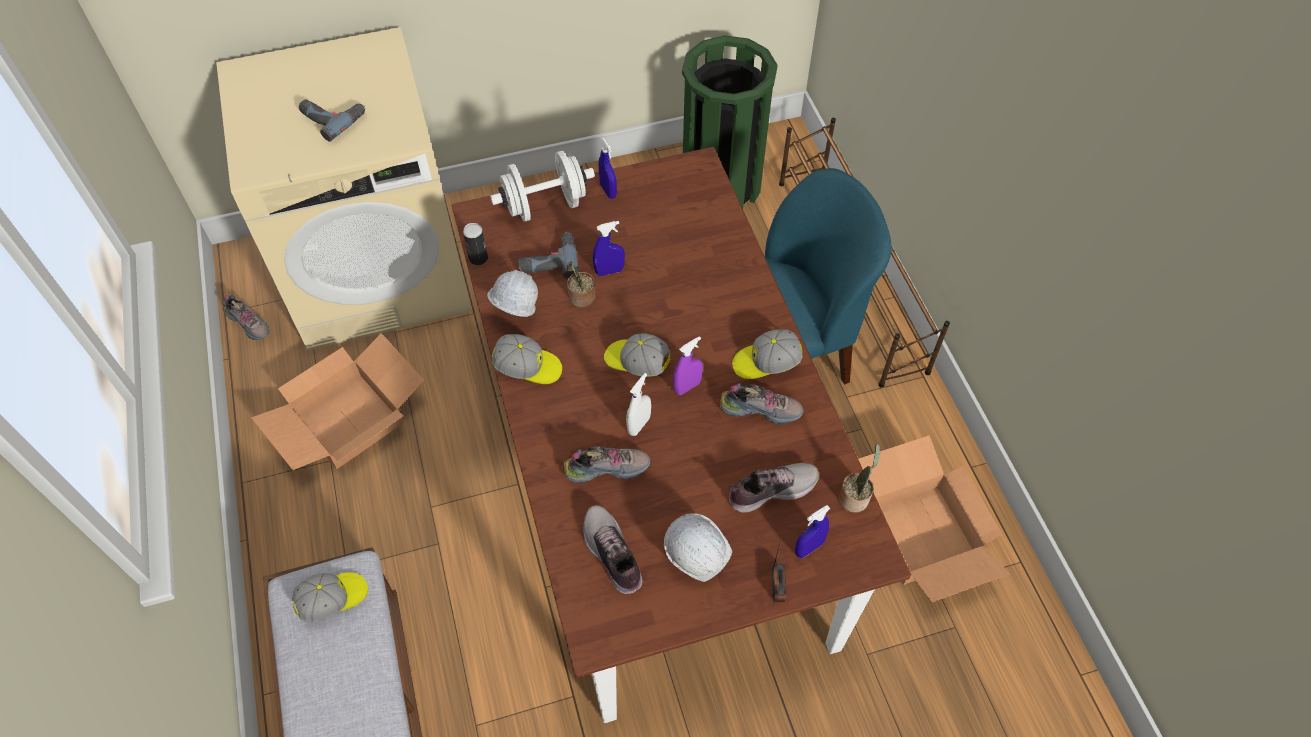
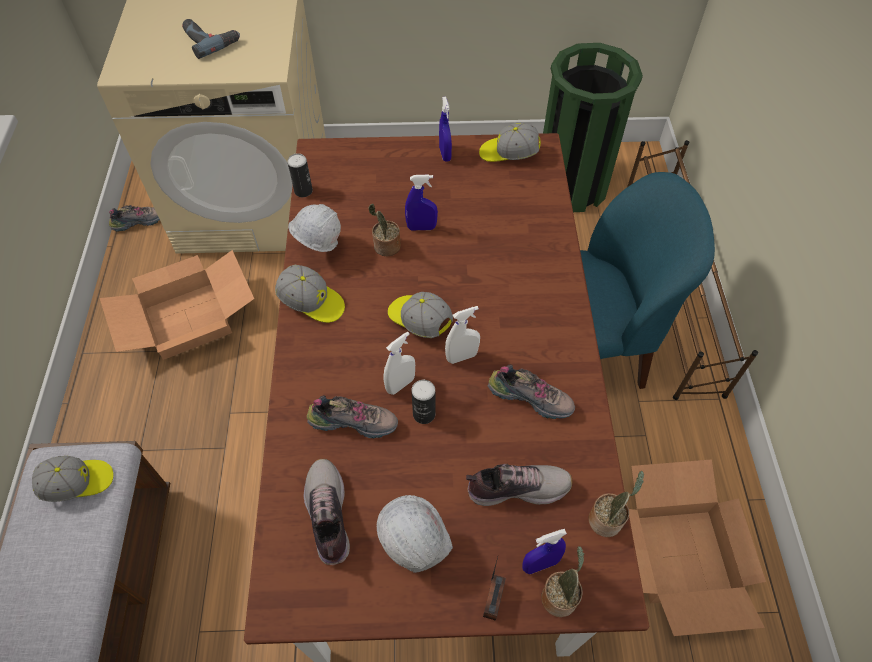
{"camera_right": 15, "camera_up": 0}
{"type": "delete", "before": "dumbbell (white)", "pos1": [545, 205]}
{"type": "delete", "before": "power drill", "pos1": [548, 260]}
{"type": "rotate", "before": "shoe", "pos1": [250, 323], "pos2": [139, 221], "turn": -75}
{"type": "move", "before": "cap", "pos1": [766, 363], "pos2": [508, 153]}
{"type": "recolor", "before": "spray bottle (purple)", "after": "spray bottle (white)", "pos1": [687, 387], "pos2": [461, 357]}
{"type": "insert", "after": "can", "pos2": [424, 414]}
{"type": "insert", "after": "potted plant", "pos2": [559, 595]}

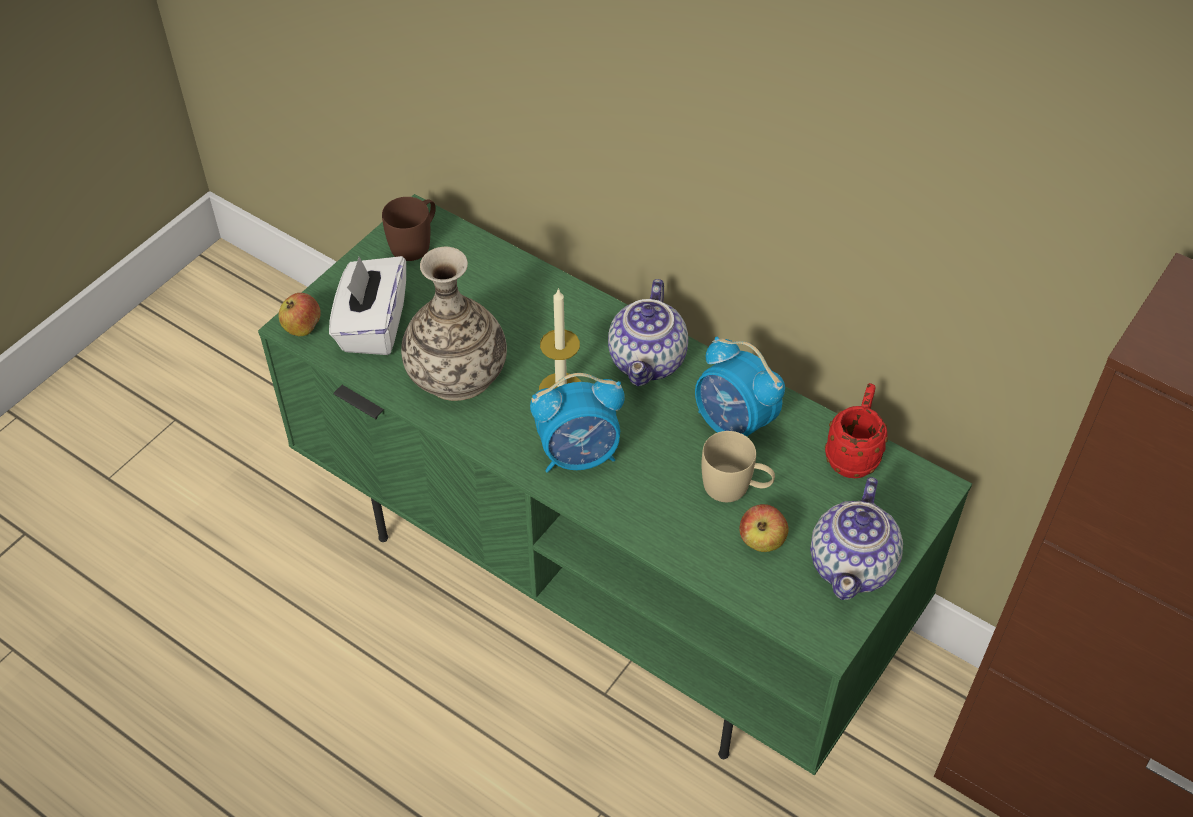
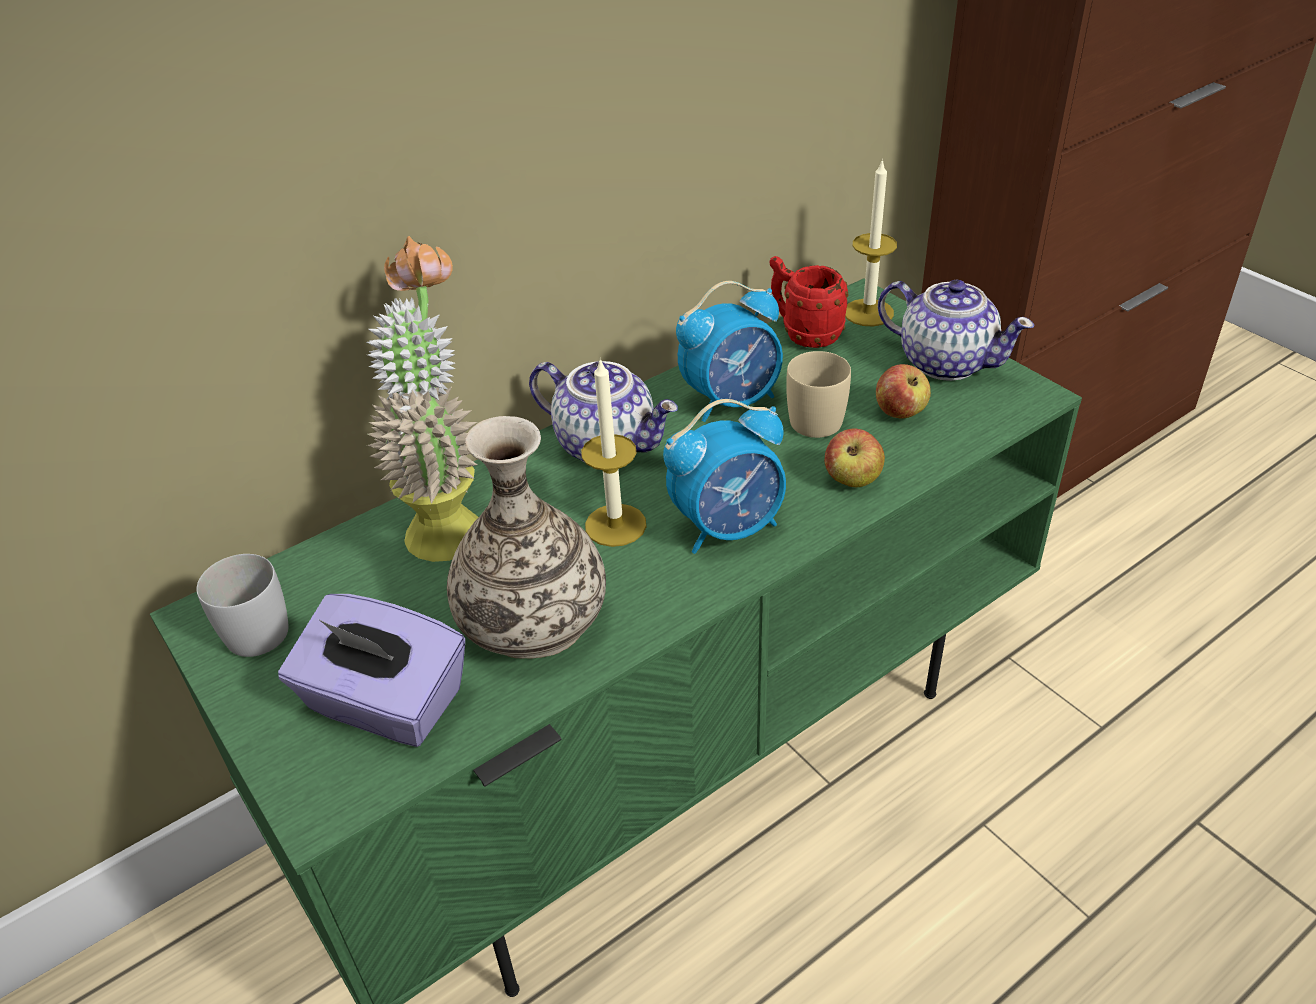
{"camera_right": -70, "camera_up": -10}
{"type": "recolor", "before": "mug (brown)", "after": "mug (white)", "pos1": [416, 242], "pos2": [252, 626]}
{"type": "recolor", "before": "tissue box (white)", "after": "tissue box (purple)", "pos1": [372, 326], "pos2": [385, 704]}
{"type": "move", "before": "apple", "pos1": [302, 328], "pos2": [852, 480]}
{"type": "rotate", "before": "alarm clock", "pos1": [579, 455], "pos2": [728, 527], "turn": 60}
{"type": "insert", "after": "candle", "pos2": [868, 312]}
{"type": "insert", "after": "potted plant", "pos2": [449, 520]}

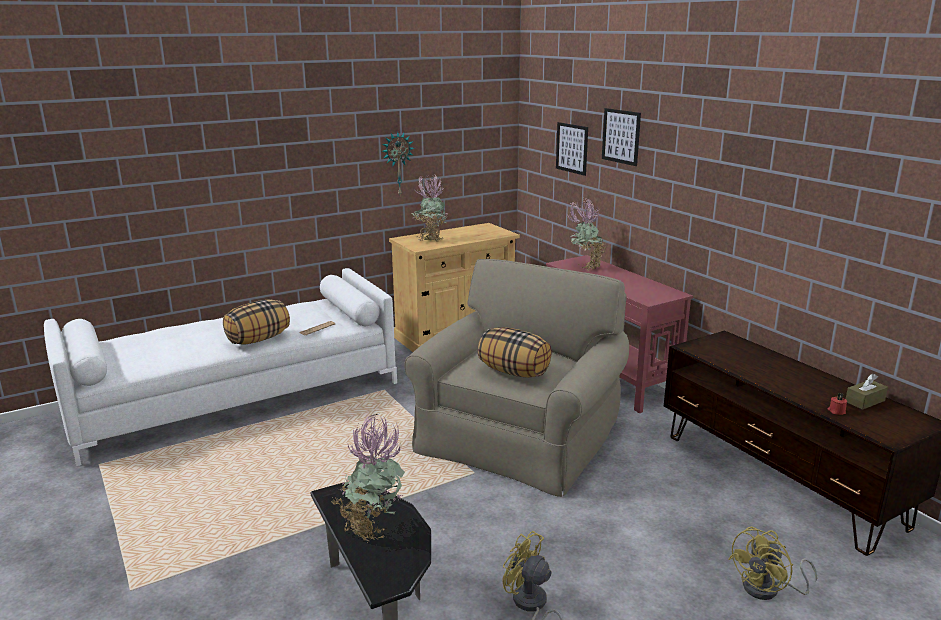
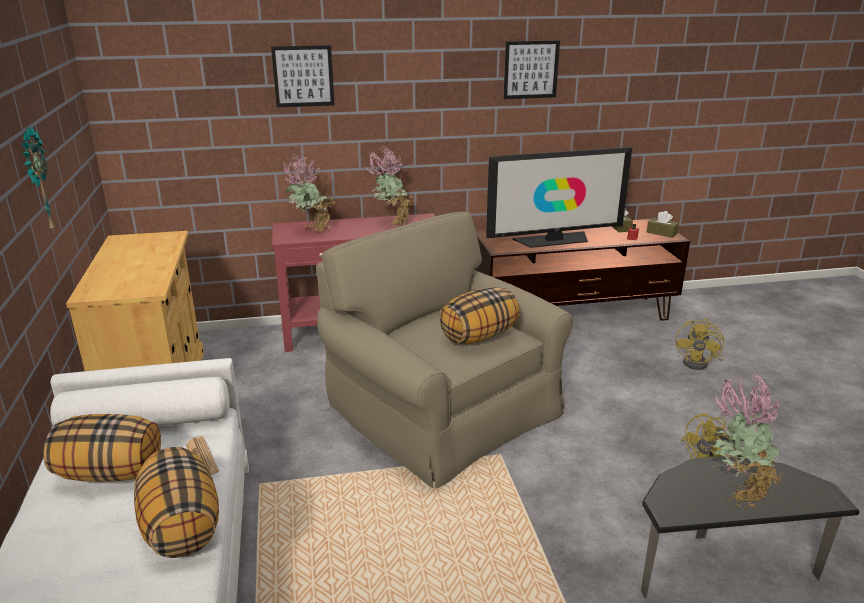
{"camera_right": -70, "camera_up": 5}
{"type": "move", "before": "picture", "pos1": [572, 148], "pos2": [531, 69]}
{"type": "move", "before": "potted plant", "pos1": [430, 239], "pos2": [391, 223]}
{"type": "rotate", "before": "fan (yellow)", "pos1": [768, 589], "pos2": [700, 363], "turn": 45}
{"type": "insert", "after": "television", "pos2": [554, 240]}
{"type": "insert", "after": "tissue box (brown)", "pos2": [661, 233]}
{"type": "insert", "after": "pillow", "pos2": [111, 472]}

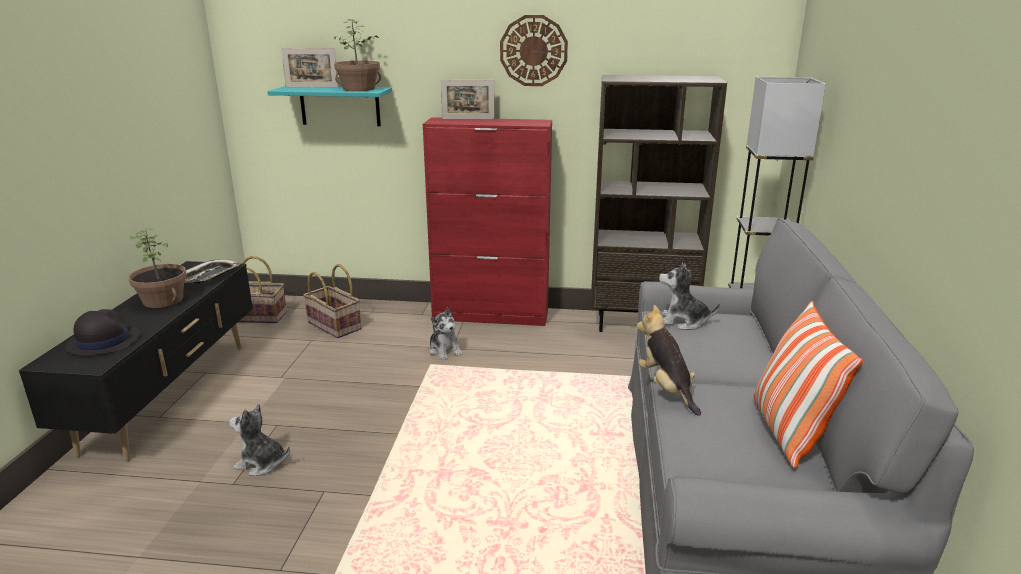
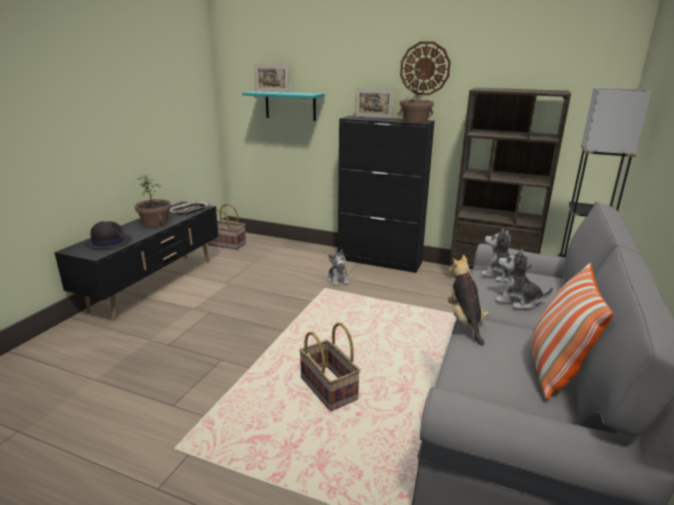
{"camera_right": 15, "camera_up": 0}
{"type": "move", "before": "potted plant", "pos1": [359, 89], "pos2": [415, 121]}
{"type": "recolor", "before": "cabinet (red)", "after": "cabinet (black)", "pos1": [491, 315], "pos2": [379, 261]}
{"type": "move", "before": "basket", "pos1": [335, 325], "pos2": [329, 388]}
{"type": "move", "before": "plush toy", "pos1": [261, 463], "pos2": [517, 301]}

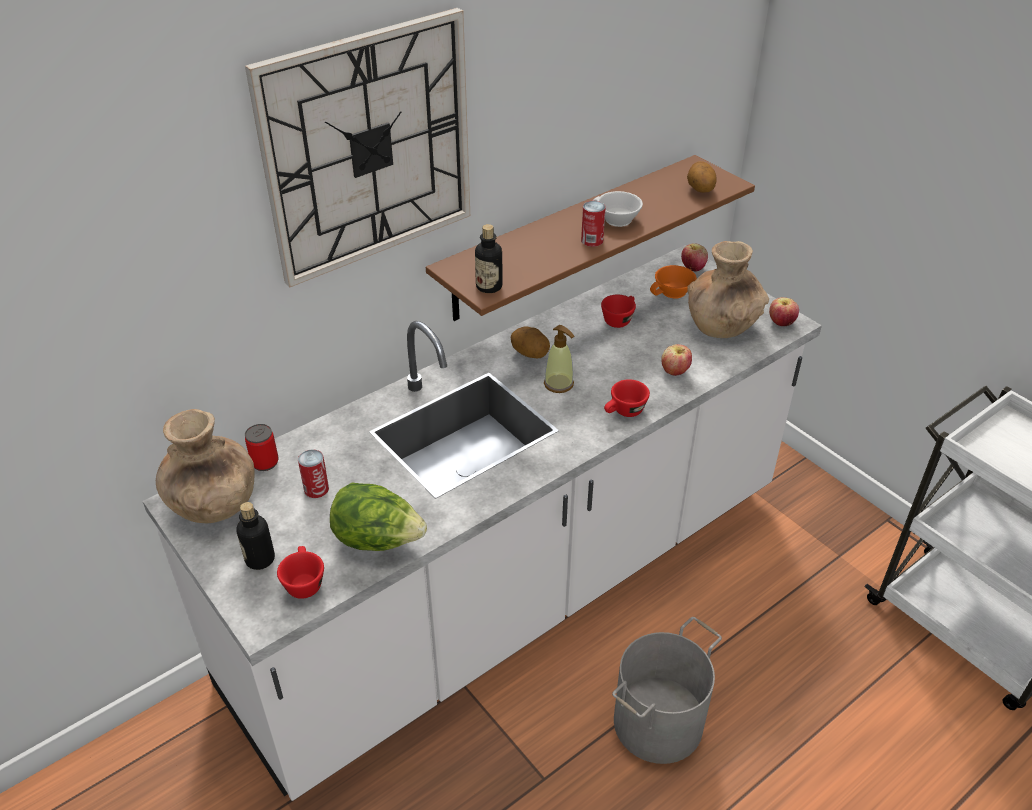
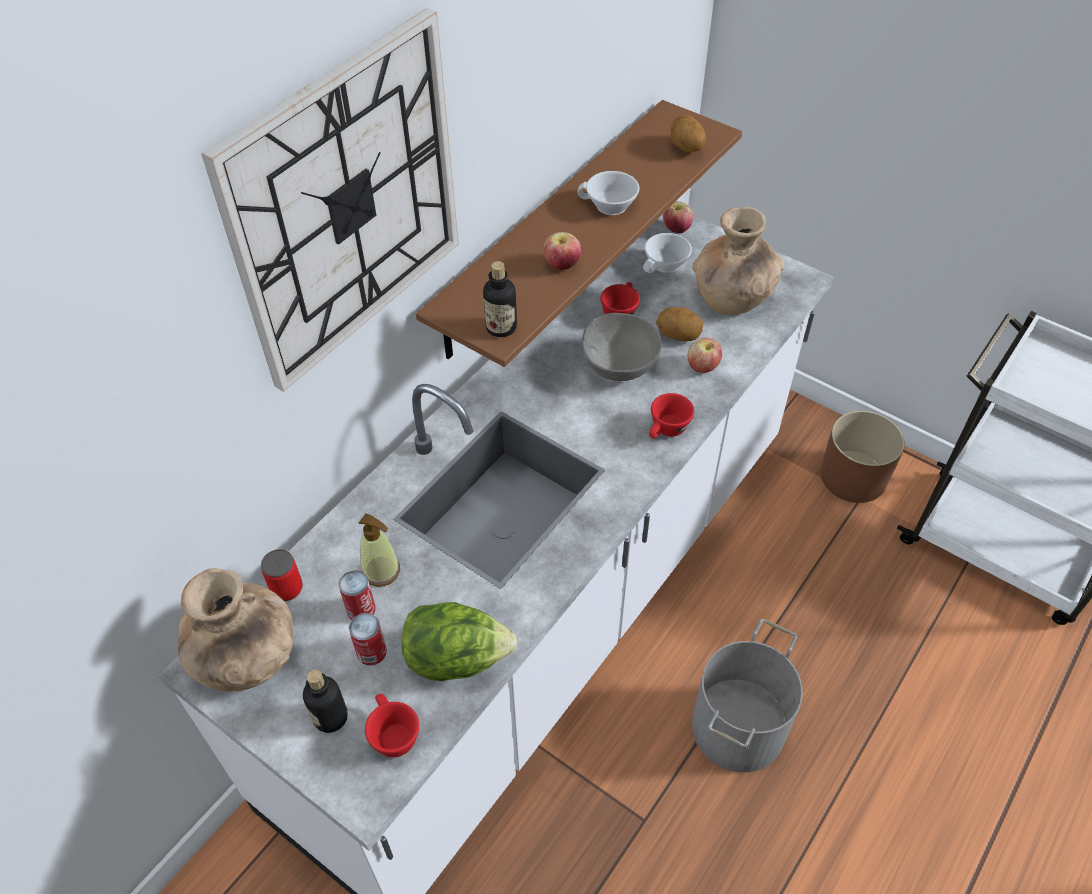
{"camera_right": -15, "camera_up": 10}
{"type": "move", "before": "can", "pos1": [592, 240], "pos2": [371, 652]}
{"type": "recolor", "before": "cup (orange)", "after": "cup (white)", "pos1": [673, 292], "pos2": [666, 265]}
{"type": "move", "before": "apple", "pos1": [781, 323], "pos2": [562, 265]}
{"type": "move", "before": "soap dispenser", "pos1": [559, 384], "pos2": [381, 571]}
{"type": "move", "before": "potato", "pos1": [530, 354], "pos2": [678, 335]}
{"type": "insert", "after": "bowl (grey)", "pos2": [619, 366]}
{"type": "insert", "after": "planter (brown)", "pos2": [853, 477]}

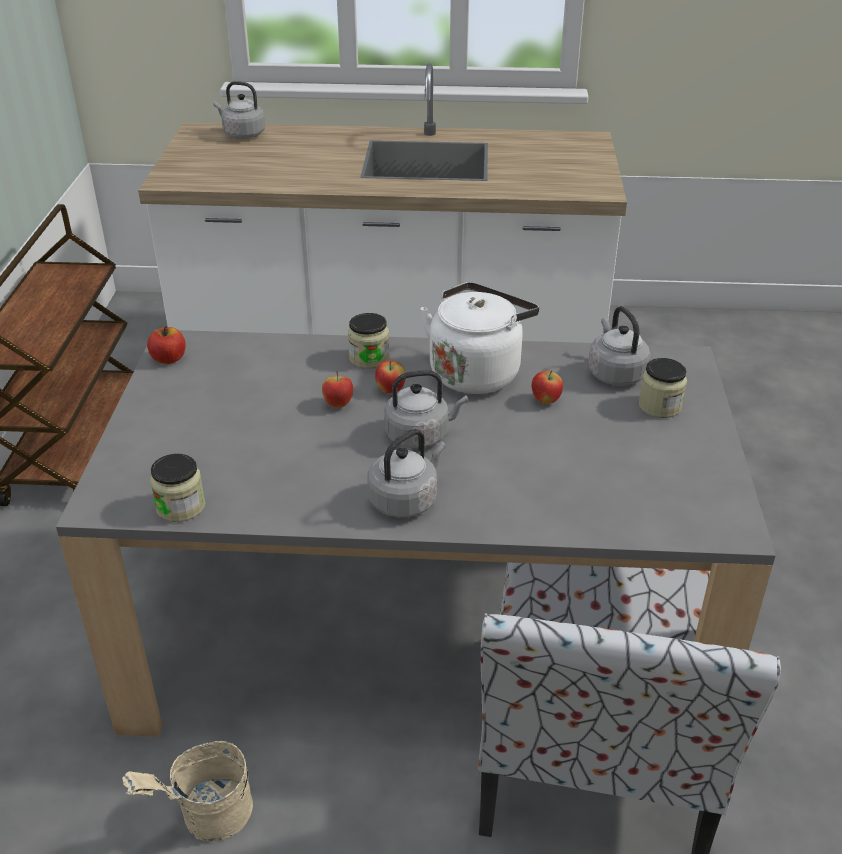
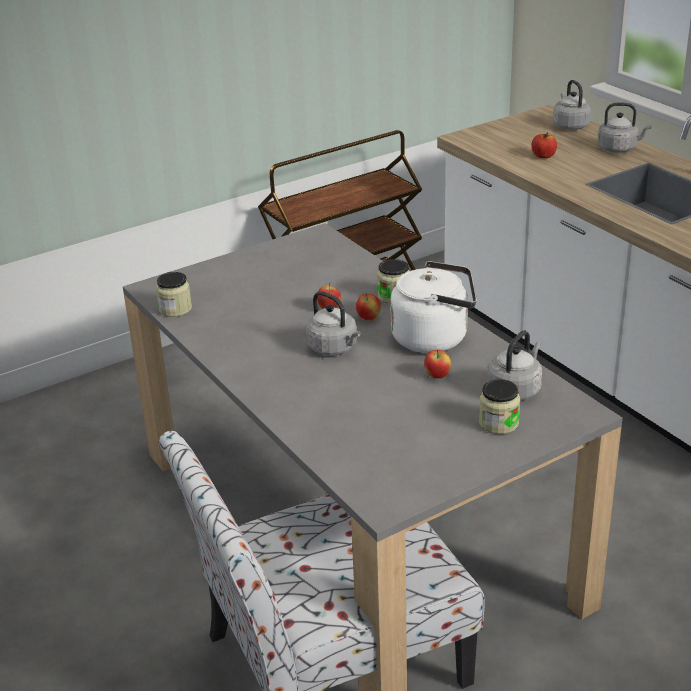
{"camera_right": 55, "camera_up": -5}
{"type": "move", "before": "apple", "pos1": [169, 359], "pos2": [543, 156]}
{"type": "move", "before": "kettle (grey)", "pos1": [405, 500], "pos2": [619, 149]}
{"type": "delete", "before": "bucket (beige)", "pos1": [205, 819]}

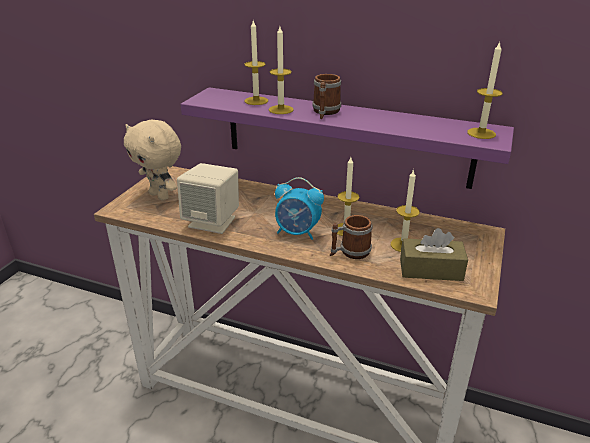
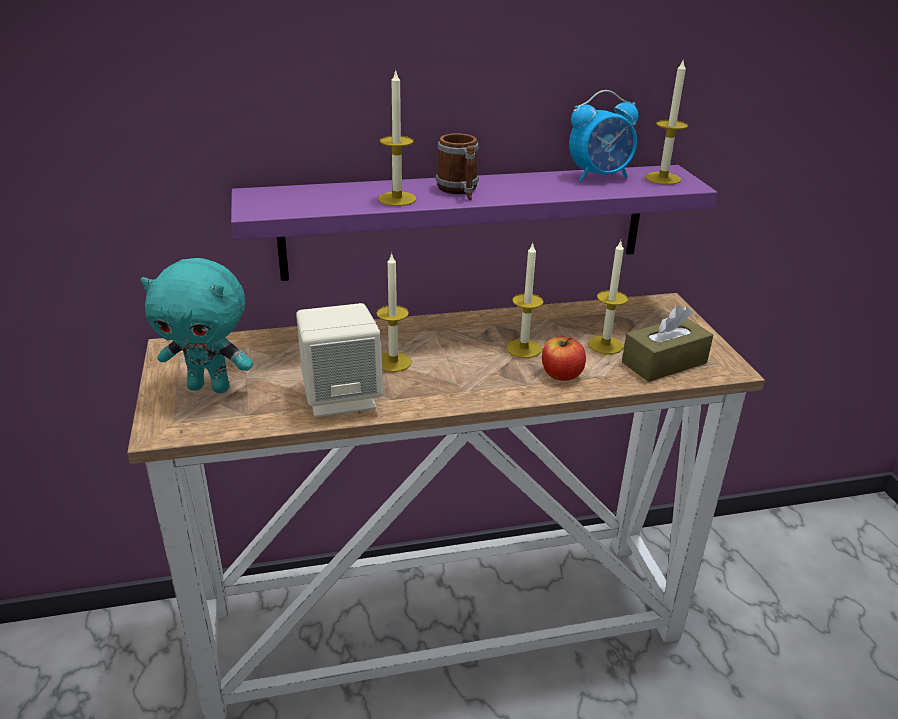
{"camera_right": -35, "camera_up": 0}
{"type": "move", "before": "candle", "pos1": [256, 101], "pos2": [393, 362]}
{"type": "recolor", "before": "plush toy (beige)", "after": "plush toy (turquoise)", "pos1": [160, 196], "pos2": [210, 387]}
{"type": "move", "before": "alarm clock", "pos1": [297, 233], "pos2": [600, 176]}
{"type": "replace", "before": "mug", "after": "apple", "pos1": [349, 252], "pos2": [561, 374]}

